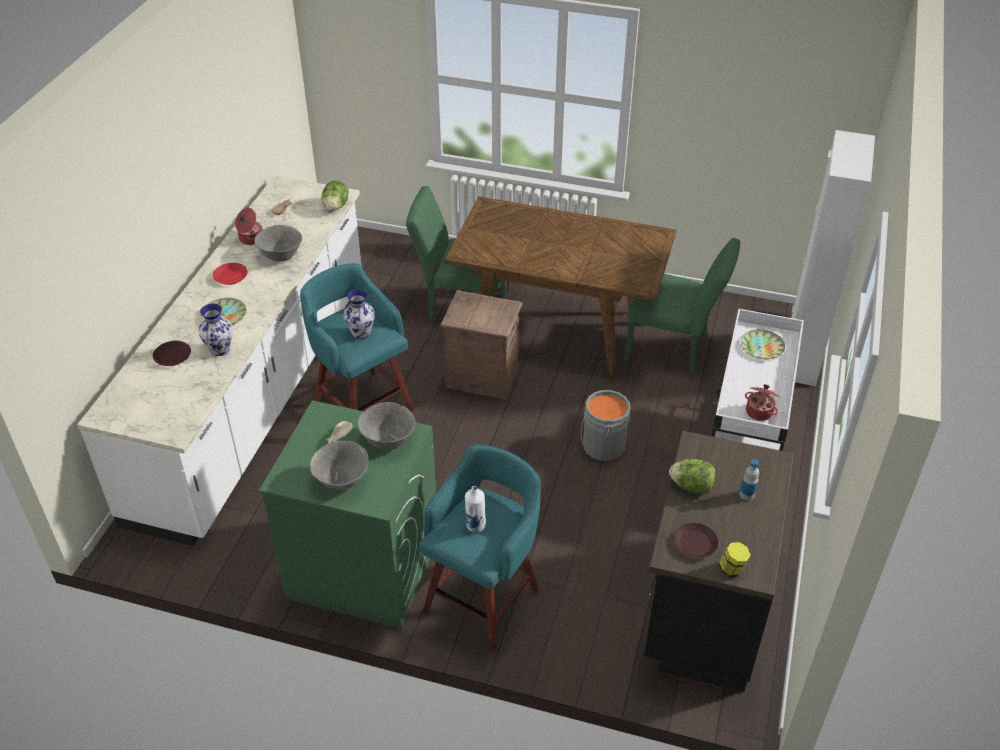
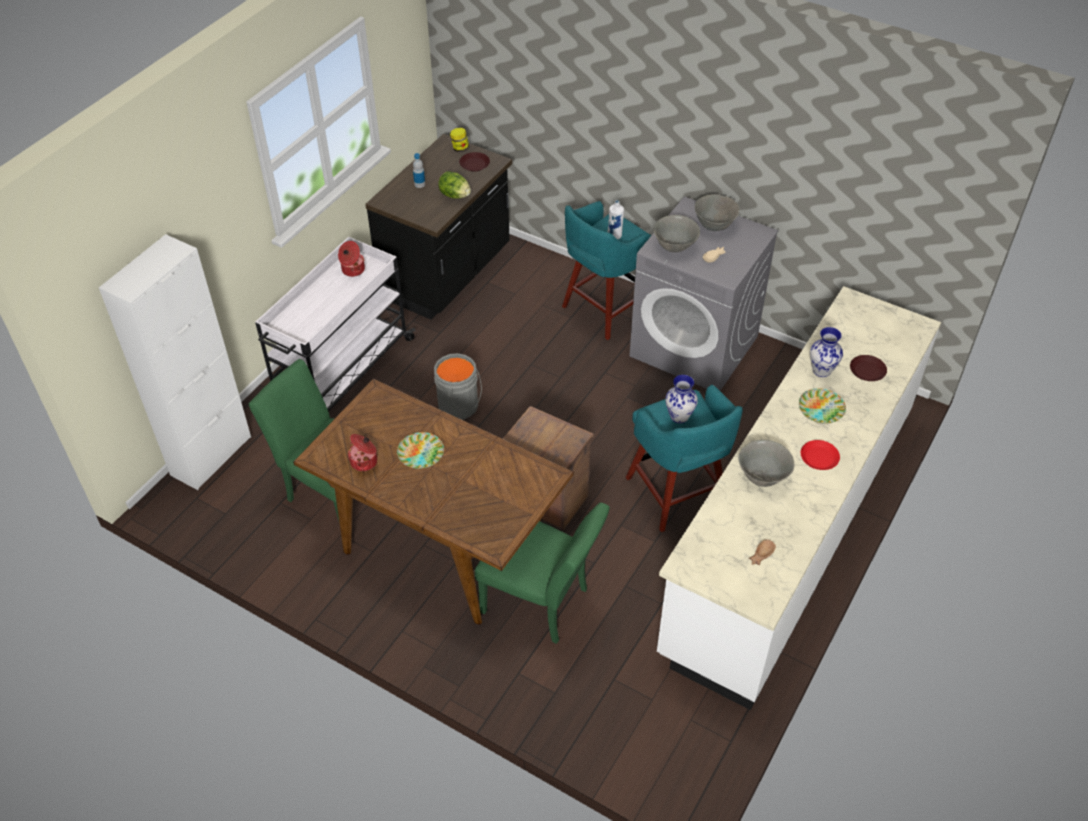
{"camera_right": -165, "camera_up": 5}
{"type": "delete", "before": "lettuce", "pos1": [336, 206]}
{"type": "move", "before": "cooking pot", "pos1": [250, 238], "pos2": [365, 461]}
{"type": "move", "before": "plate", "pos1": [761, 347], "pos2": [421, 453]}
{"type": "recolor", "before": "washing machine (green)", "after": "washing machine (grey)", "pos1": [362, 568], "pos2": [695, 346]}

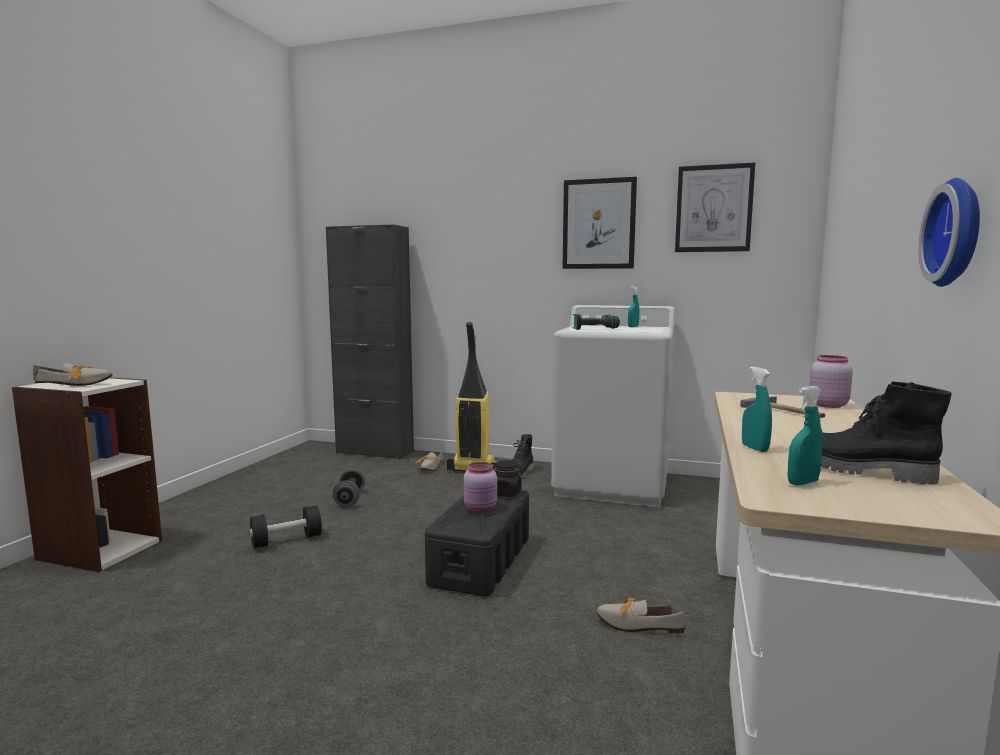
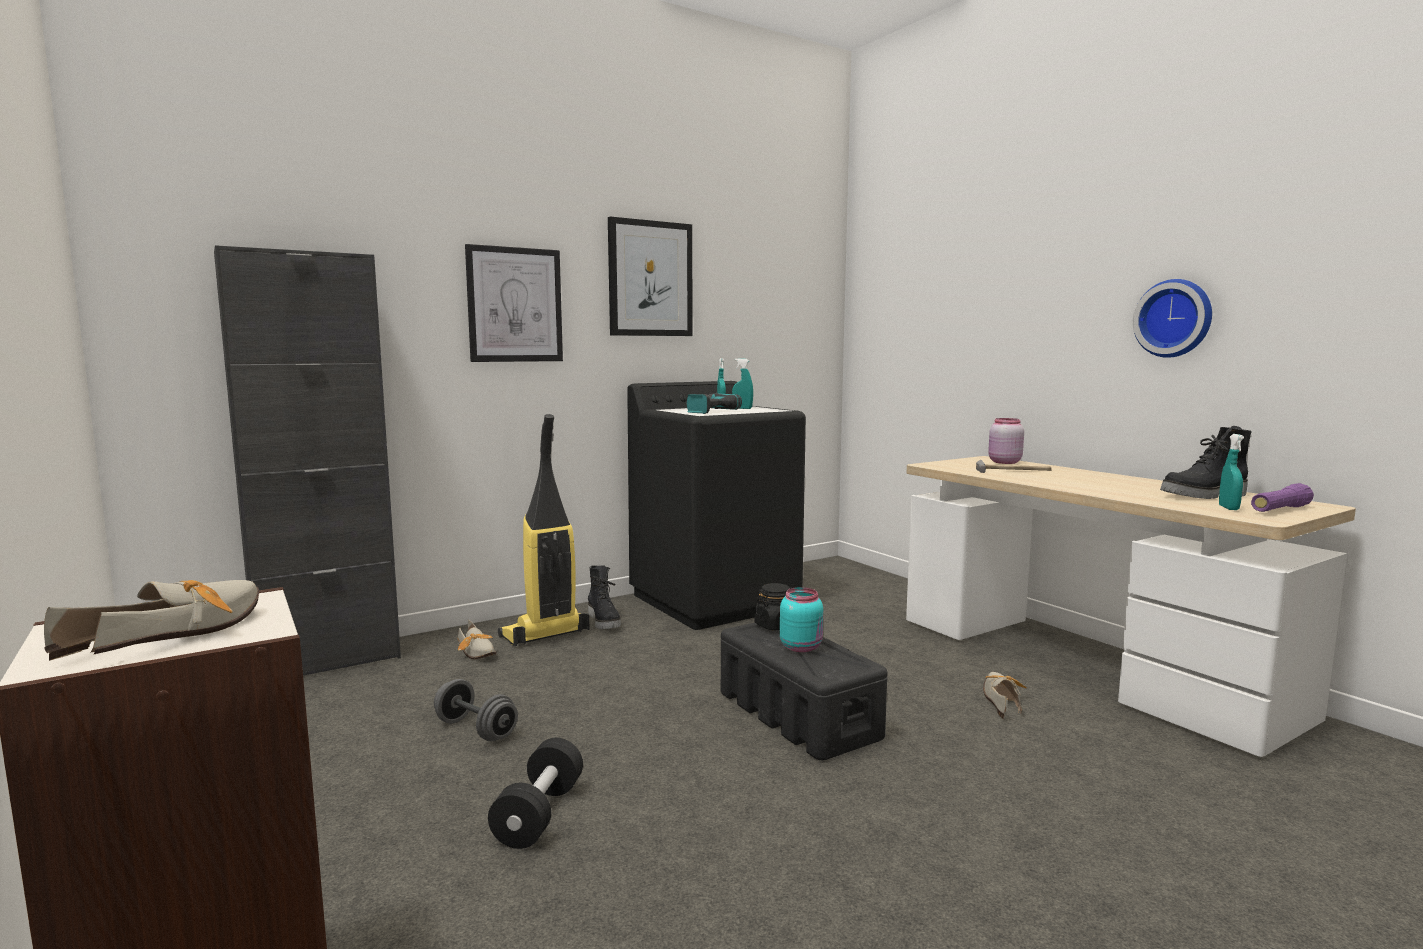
{"camera_right": -50, "camera_up": 0}
{"type": "move", "before": "picture", "pos1": [713, 208], "pos2": [515, 305]}
{"type": "recolor", "before": "washing machine (white)", "after": "washing machine (black)", "pos1": [613, 484], "pos2": [715, 600]}
{"type": "move", "before": "spray bottle (turquoise)", "pos1": [754, 448], "pos2": [742, 408]}
{"type": "recolor", "before": "jar (pink)", "after": "jar (turquoise)", "pos1": [481, 508], "pos2": [802, 647]}
{"type": "rotate", "before": "shoe", "pos1": [634, 624], "pos2": [1001, 700], "turn": 135}
{"type": "insert", "after": "flashlight (purple)", "pos2": [1280, 510]}

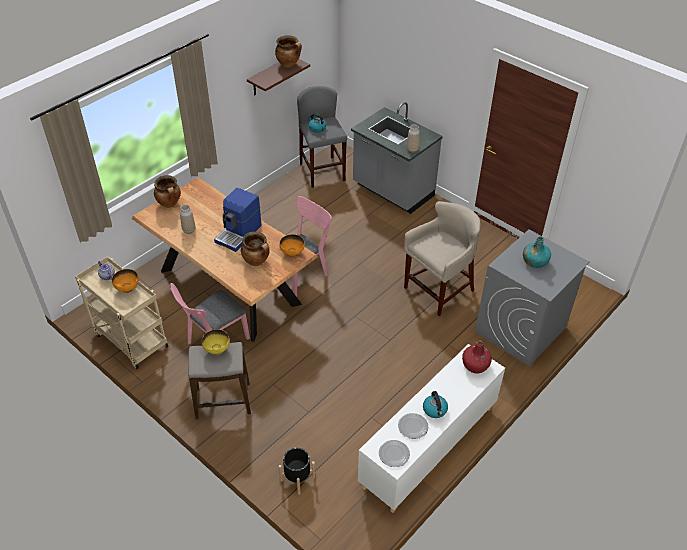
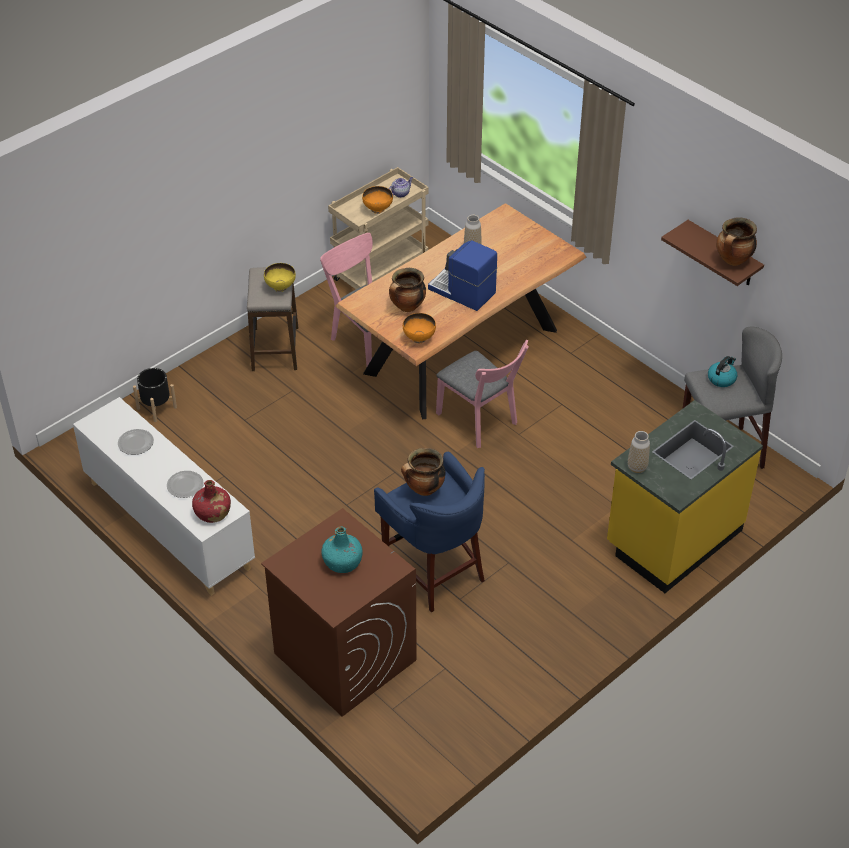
{"camera_right": 95, "camera_up": 0}
{"type": "recolor", "before": "counter (grey)", "after": "counter (yellow)", "pos1": [392, 191], "pos2": [672, 538]}
{"type": "move", "before": "cooking pot", "pos1": [170, 204], "pos2": [424, 489]}
{"type": "recolor", "before": "stool (beige)", "after": "stool (blue)", "pos1": [439, 291], "pos2": [435, 569]}
{"type": "recolor", "before": "washing machine (grey)", "after": "washing machine (brown)", "pos1": [520, 330], "pos2": [344, 656]}
{"type": "delete", "before": "kettle", "pos1": [435, 410]}
{"type": "move", "before": "plate", "pos1": [394, 454], "pos2": [185, 486]}

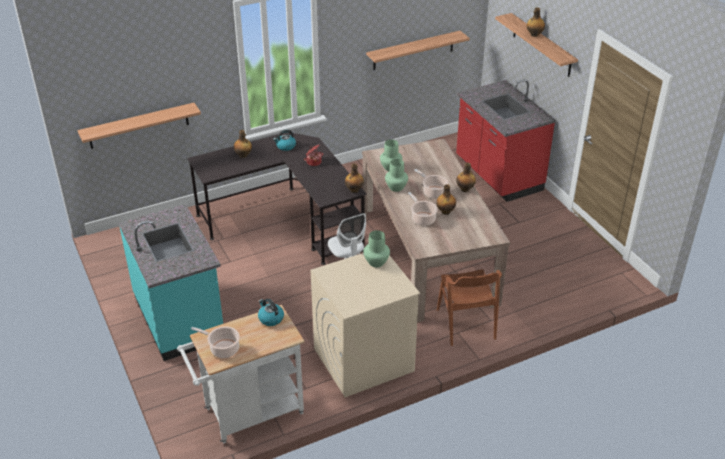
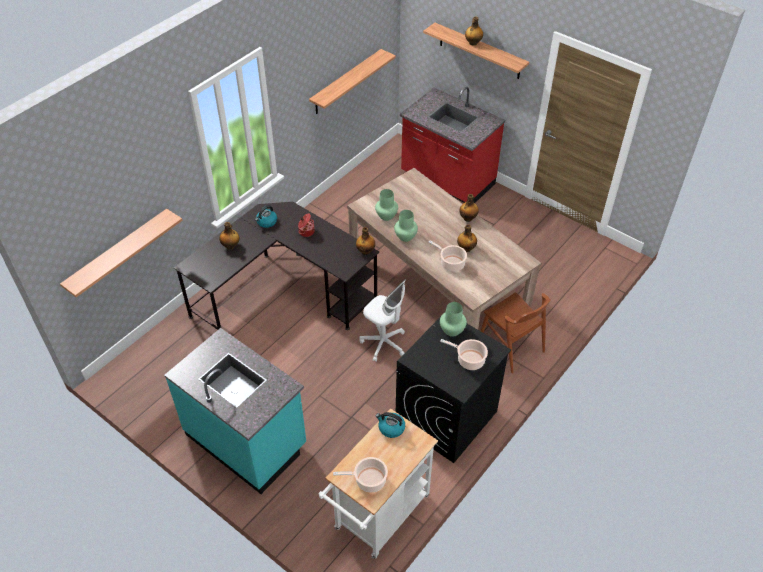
{"camera_right": -25, "camera_up": 10}
{"type": "move", "before": "cooking pot", "pos1": [433, 192], "pos2": [469, 360]}
{"type": "recolor", "before": "washing machine (beige)", "after": "washing machine (black)", "pos1": [363, 360], "pos2": [446, 418]}

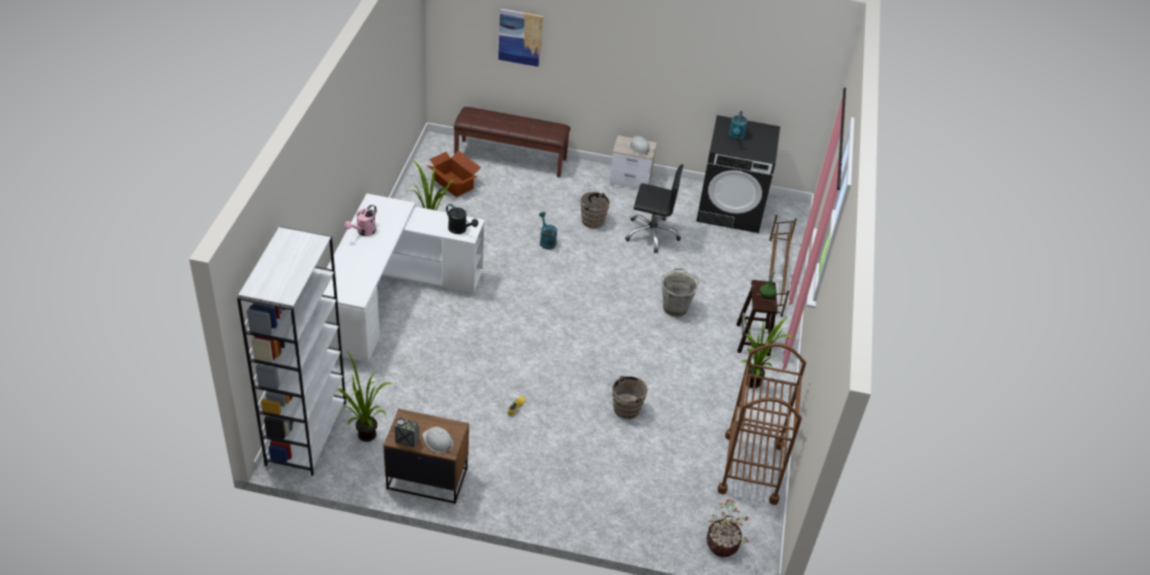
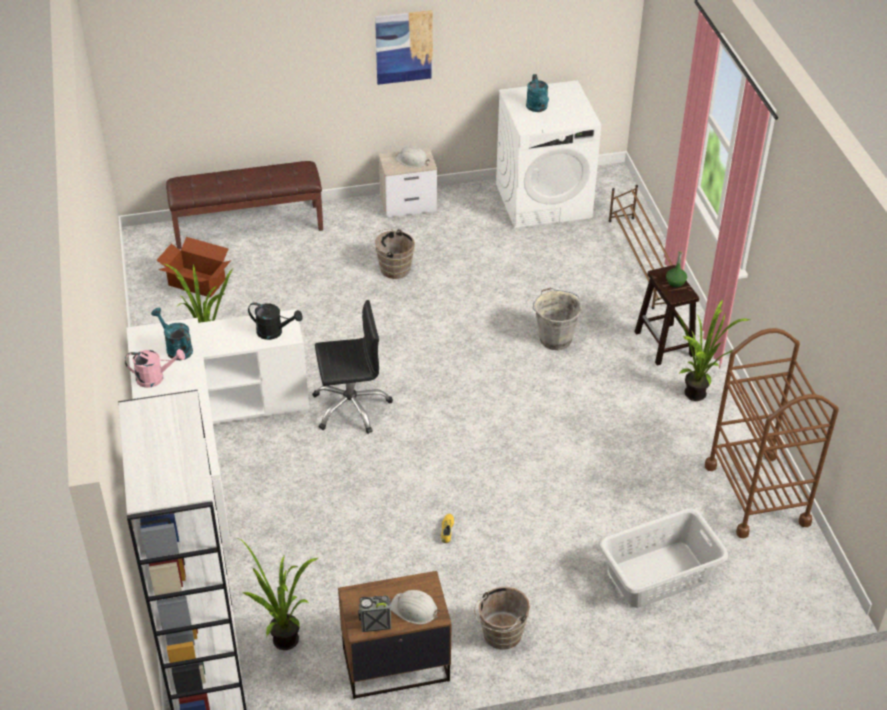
{"camera_right": -20, "camera_up": 0}
{"type": "move", "before": "picture", "pos1": [520, 37], "pos2": [404, 47]}
{"type": "recolor", "before": "washing machine (black)", "after": "washing machine (white)", "pos1": [730, 209], "pos2": [544, 200]}
{"type": "move", "before": "office chair (black)", "pos1": [651, 234], "pos2": [351, 407]}
{"type": "rotate", "before": "watering can (pink)", "pos1": [364, 232], "pos2": [155, 378], "turn": -105}
{"type": "move", "before": "watering can (turquoise)", "pos1": [546, 241], "pos2": [176, 348]}
{"type": "move", "before": "bucket (brown)", "pos1": [624, 409], "pos2": [500, 635]}
{"type": "delete", "before": "potted plant", "pos1": [723, 544]}
{"type": "insert", "after": "laundry basket (grey)", "pos2": [659, 575]}

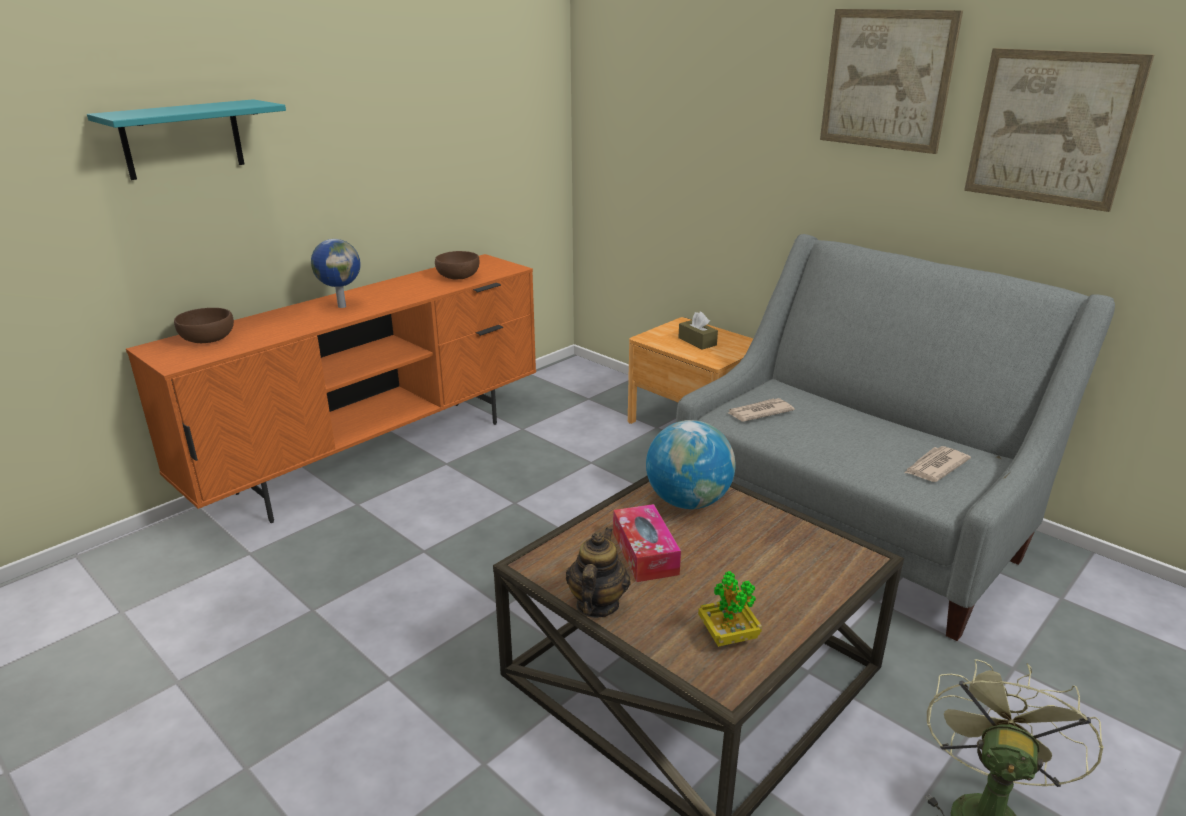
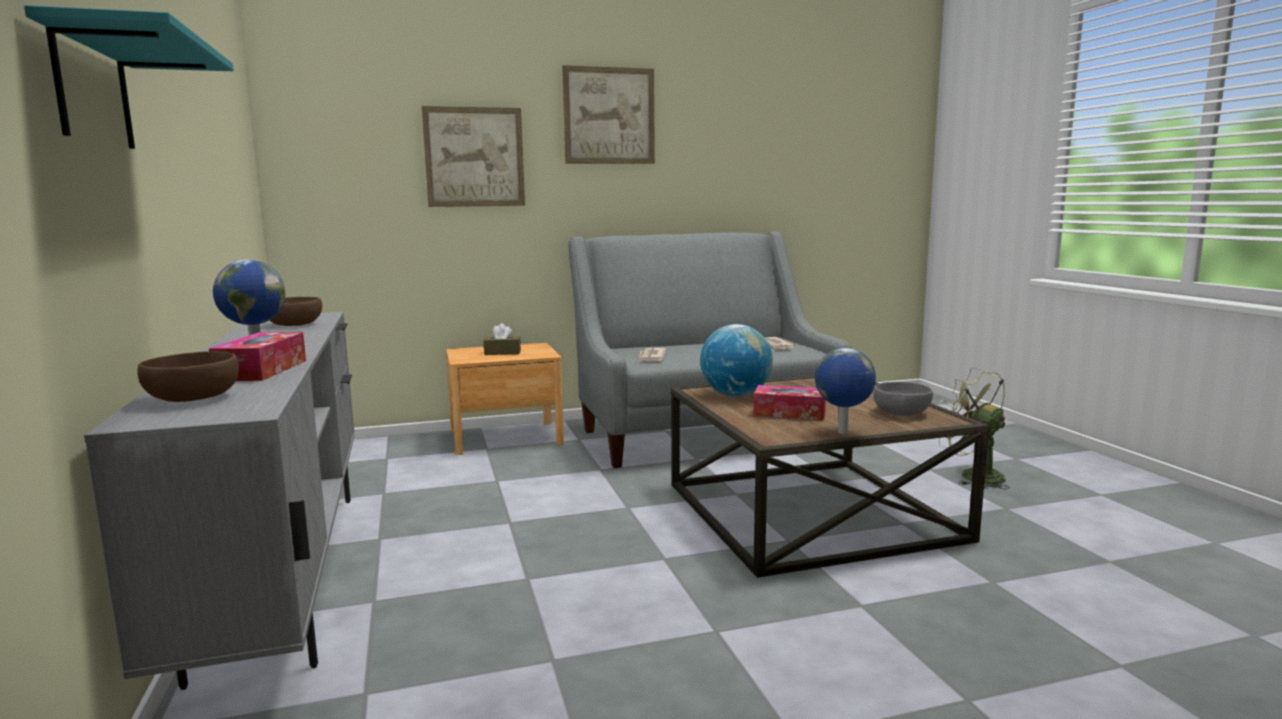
{"camera_right": -60, "camera_up": -15}
{"type": "move", "before": "picture", "pos1": [1051, 128], "pos2": [474, 157]}
{"type": "recolor", "before": "tv stand (orange)", "after": "tv stand (grey)", "pos1": [377, 455], "pos2": [285, 572]}
{"type": "replace", "before": "teapot", "after": "globe", "pos1": [596, 605], "pos2": [842, 432]}
{"type": "replace", "before": "potted plant", "after": "bowl (grey)", "pos1": [728, 636], "pos2": [902, 412]}
{"type": "insert", "after": "tissue box", "pos2": [262, 370]}

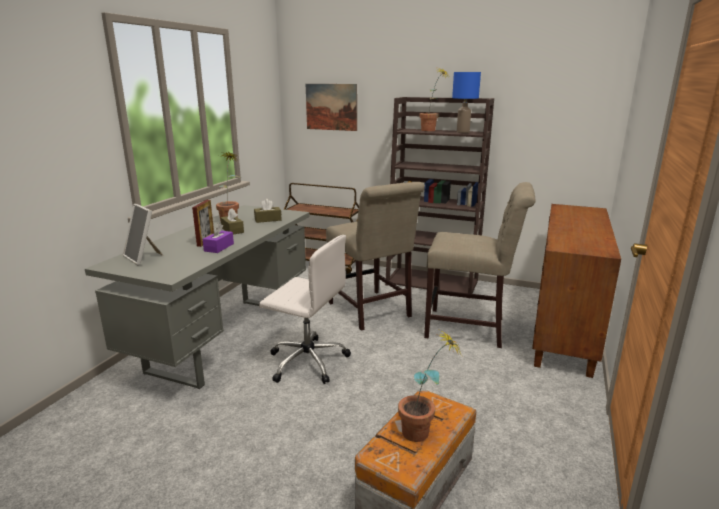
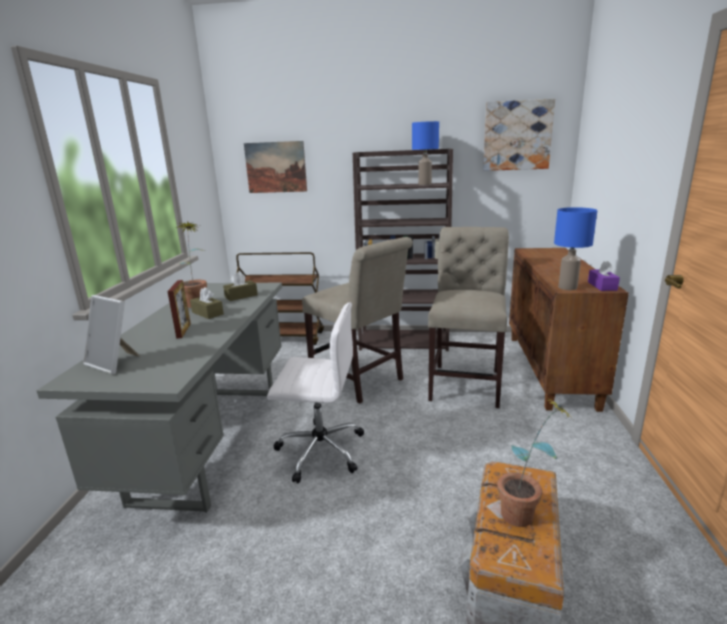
{"camera_right": -15, "camera_up": 0}
{"type": "delete", "before": "potted plant", "pos1": [431, 130]}
{"type": "rotate", "before": "chair (beige)", "pos1": [470, 329], "pos2": [466, 382], "turn": -75}
{"type": "move", "before": "tissue box (purple)", "pos1": [219, 247], "pos2": [602, 286]}
{"type": "insert", "after": "picture", "pos2": [517, 135]}
{"type": "insert", "after": "table lamp (blue)", "pos2": [567, 287]}

